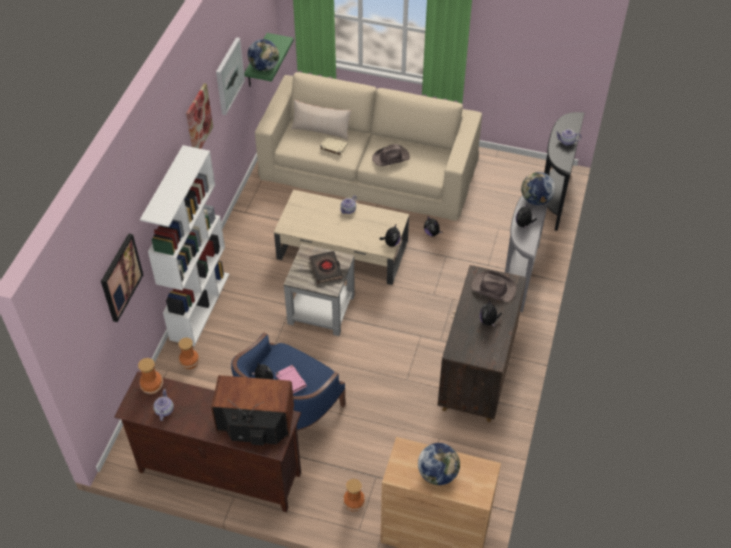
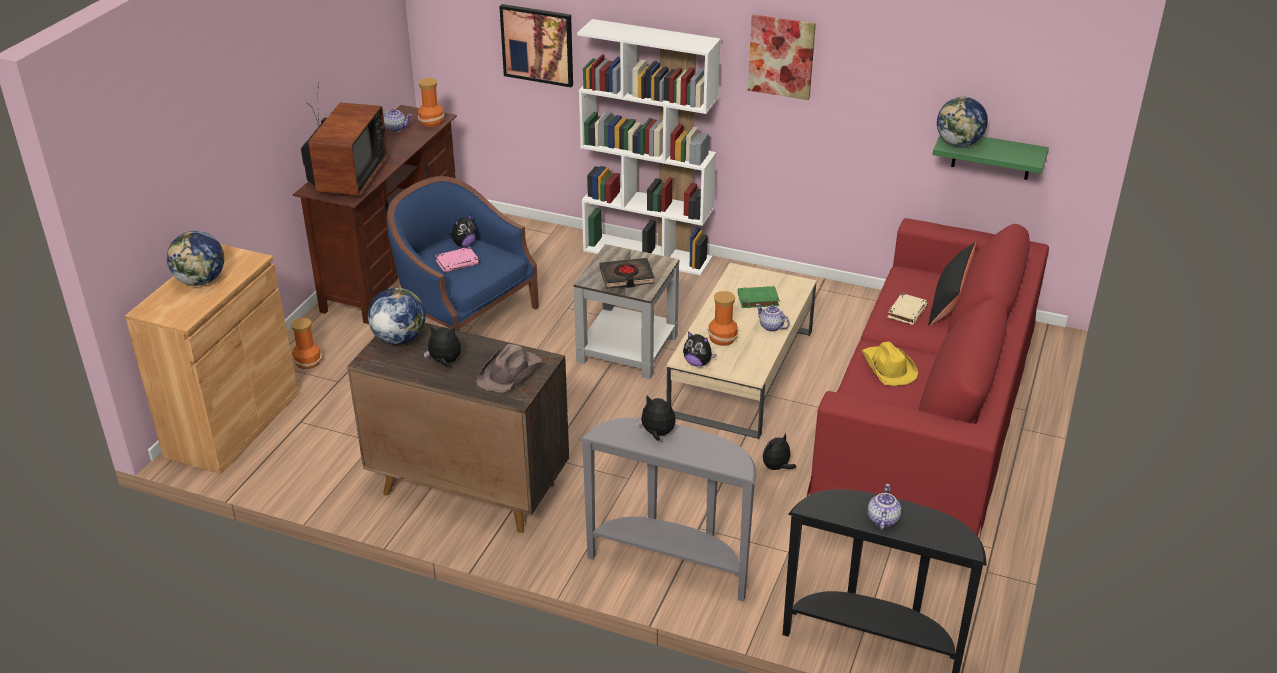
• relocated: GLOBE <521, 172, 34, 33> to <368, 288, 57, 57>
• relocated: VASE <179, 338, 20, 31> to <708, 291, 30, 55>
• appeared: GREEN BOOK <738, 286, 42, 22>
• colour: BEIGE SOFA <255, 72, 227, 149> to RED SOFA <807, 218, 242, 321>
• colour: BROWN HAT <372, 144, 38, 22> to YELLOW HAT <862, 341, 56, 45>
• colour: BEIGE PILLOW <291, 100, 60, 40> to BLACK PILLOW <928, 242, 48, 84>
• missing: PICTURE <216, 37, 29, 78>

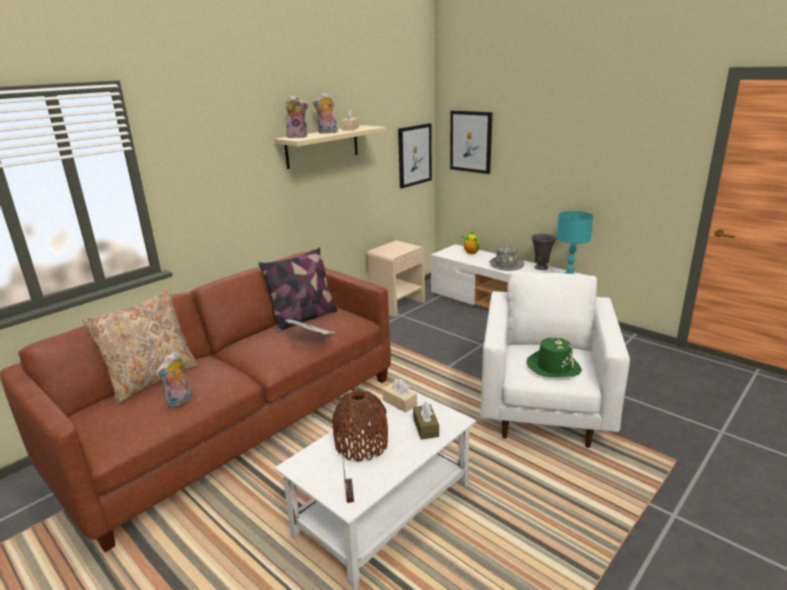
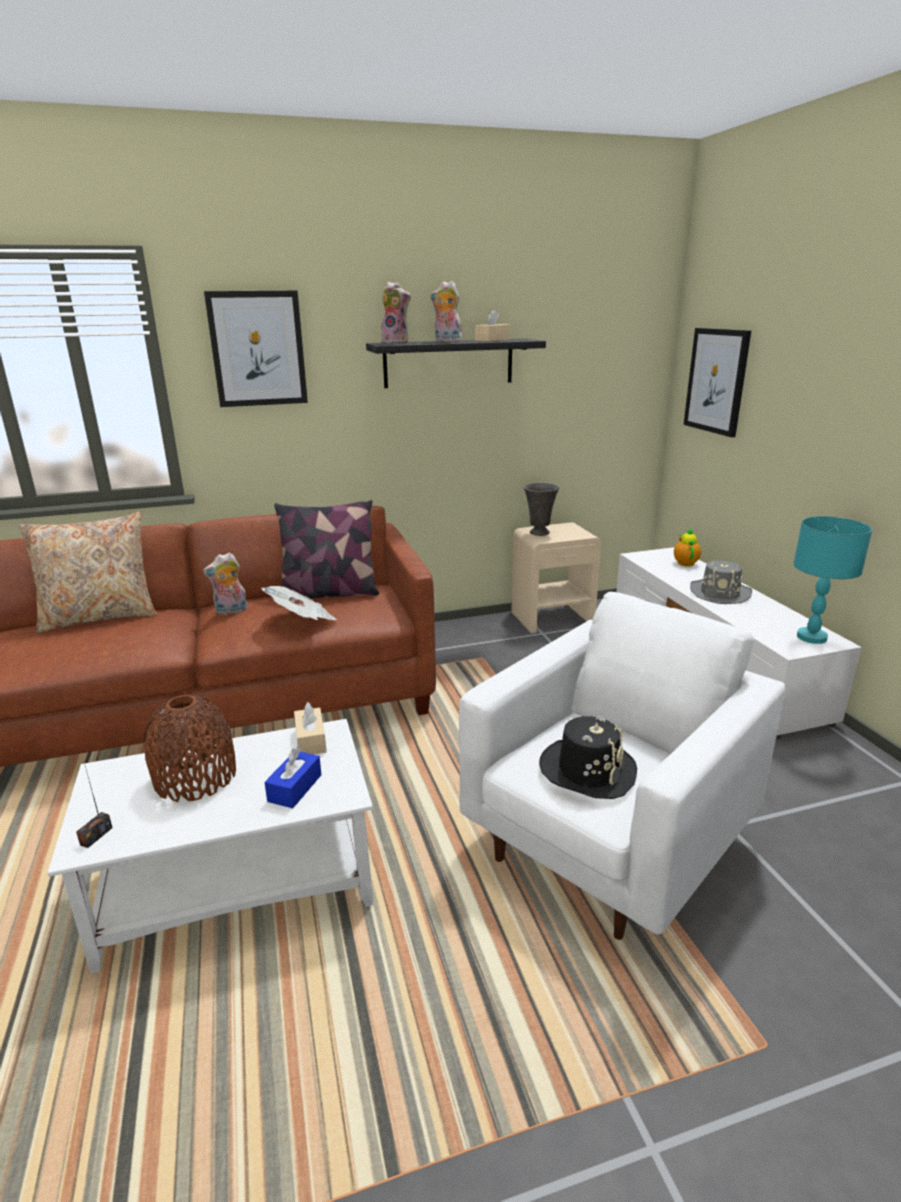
• relocated: PLUSH TOY <155, 351, 38, 56> to <203, 553, 45, 62>
• relocated: PICTURE <398, 123, 34, 65> to <204, 291, 104, 116>
• colour: BROWN TISSUE BOX <413, 402, 26, 38> to BLUE TISSUE BOX <264, 746, 58, 62>
• colour: BEIGE SHELF <274, 125, 112, 44> to BLACK SHELF <366, 339, 180, 49>
• relocated: GREY VASE <531, 234, 25, 36> to <524, 482, 35, 54>
• colour: GREEN HAT <527, 336, 55, 41> to BLACK HAT <539, 716, 98, 83>

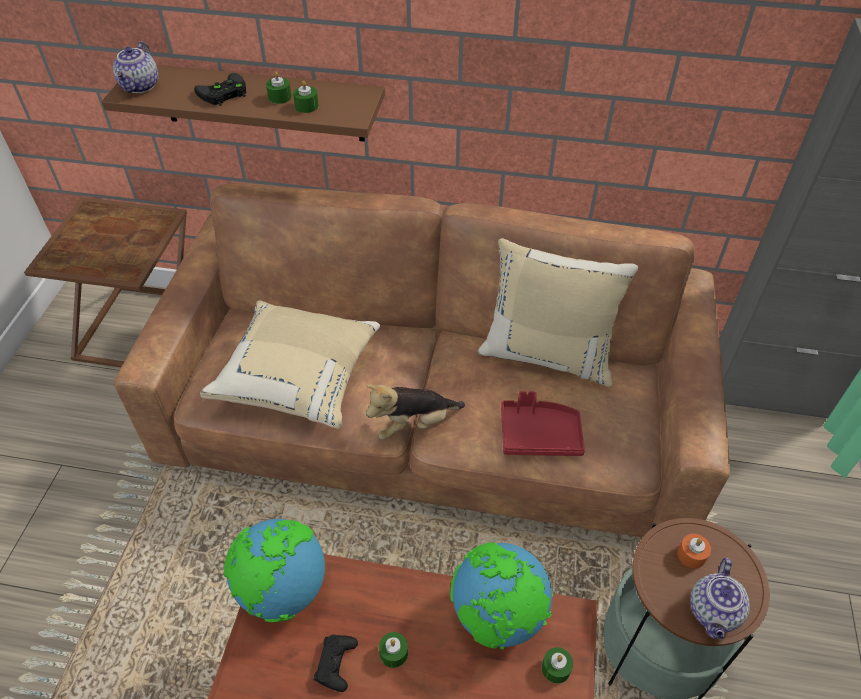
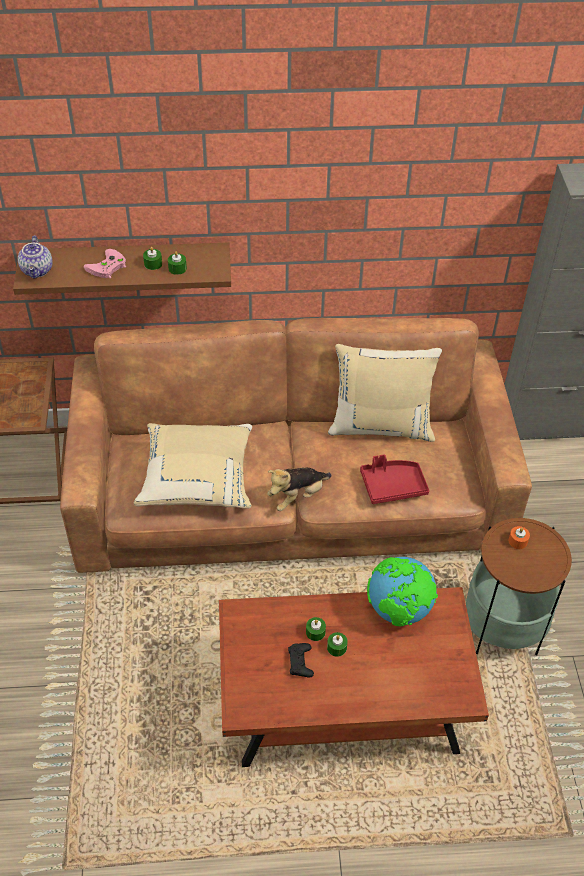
• colour: BLACK GAME CONTROLLER <194, 73, 52, 33> to PINK GAME CONTROLLER <84, 249, 42, 29>
• relocated: GREEN CANDLE <542, 647, 31, 37> to <306, 617, 20, 24>
• missing: GLOBE <224, 519, 101, 103>
• missing: TEAPOT <690, 558, 60, 82>

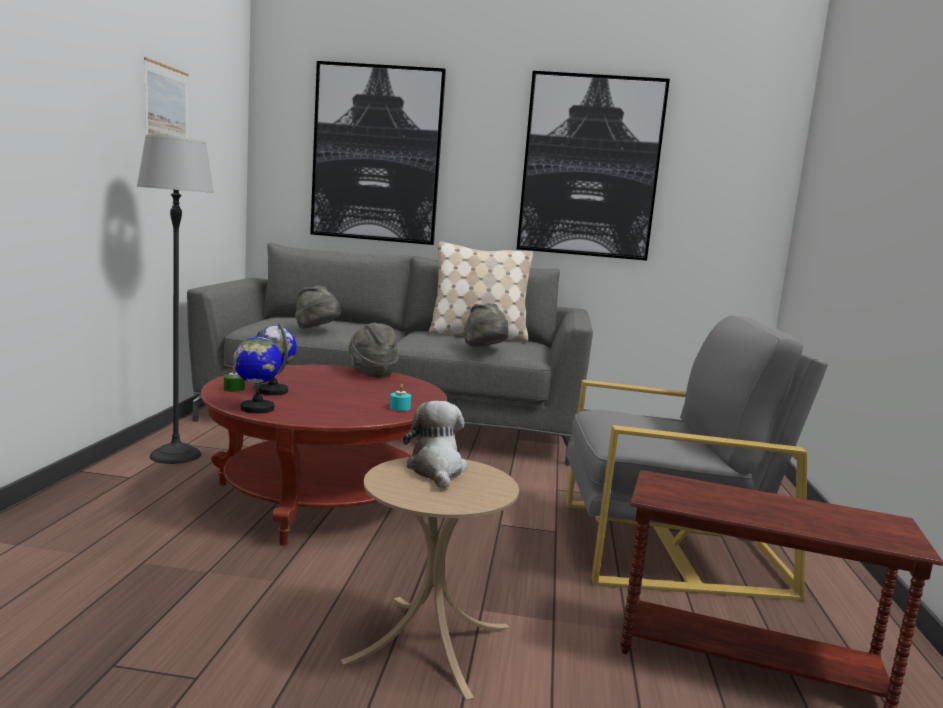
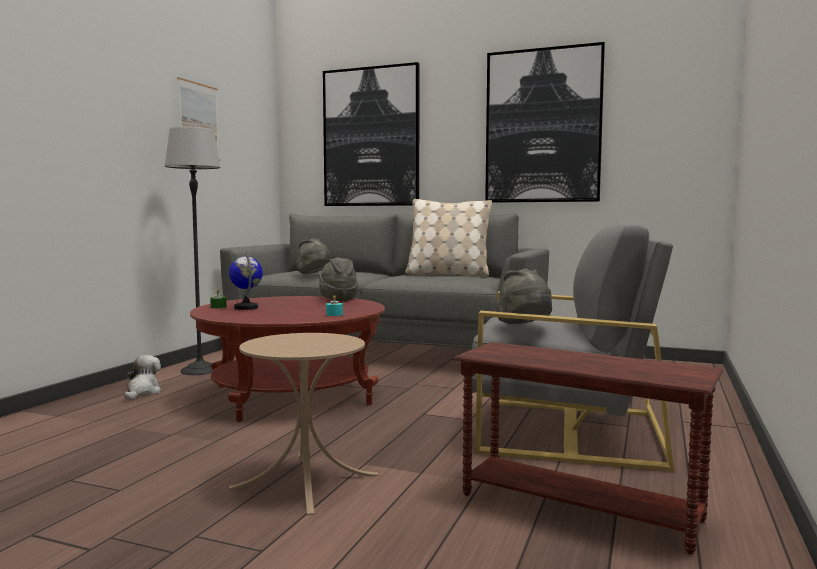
• relocated: PLUSH TOY <403, 401, 65, 88> to <124, 355, 37, 45>
• relocated: GREY HAT <464, 303, 45, 43> to <496, 269, 56, 55>
• missing: GLOBE <233, 329, 49, 84>

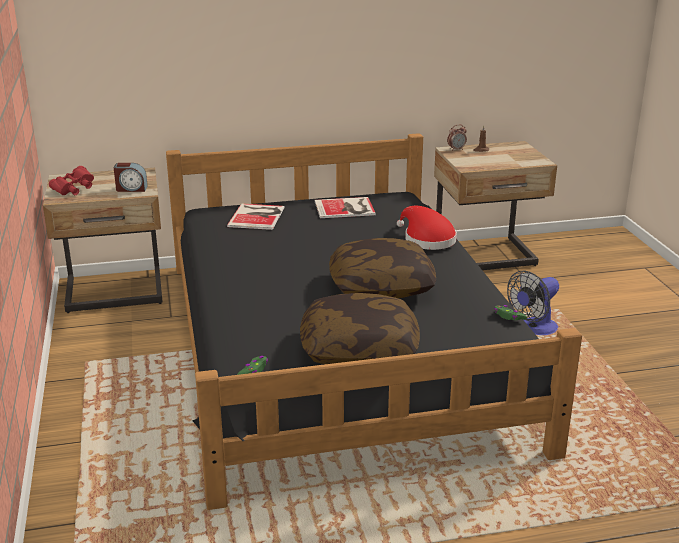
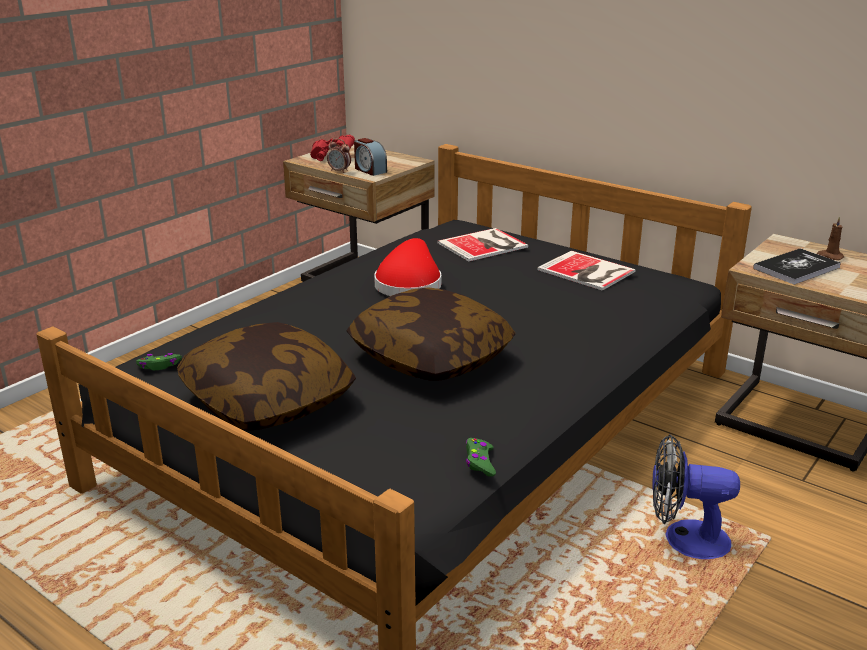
• relocated: ALARM CLOCK <447, 124, 20, 27> to <327, 139, 24, 34>
• relocated: RED HAT <397, 206, 60, 44> to <374, 238, 67, 58>
• appeared: BOOK <753, 248, 88, 37>

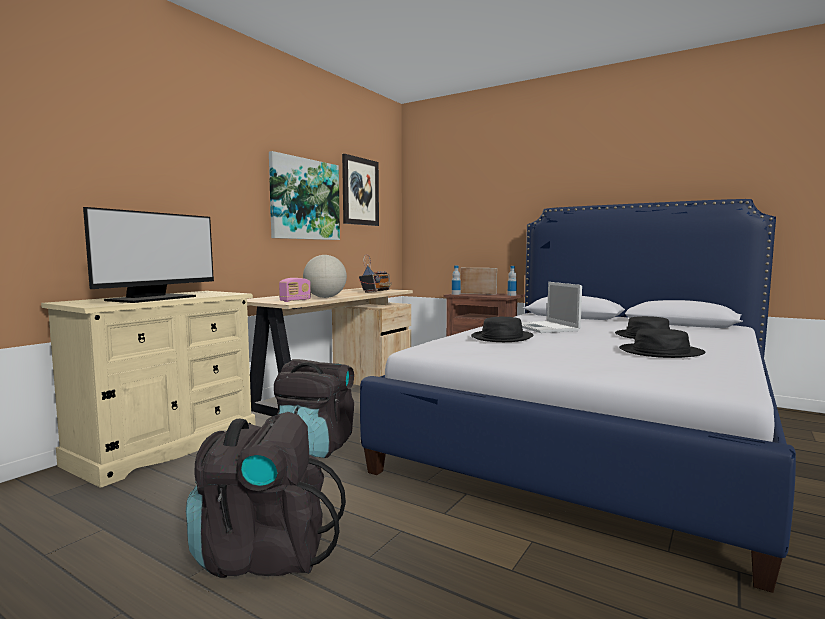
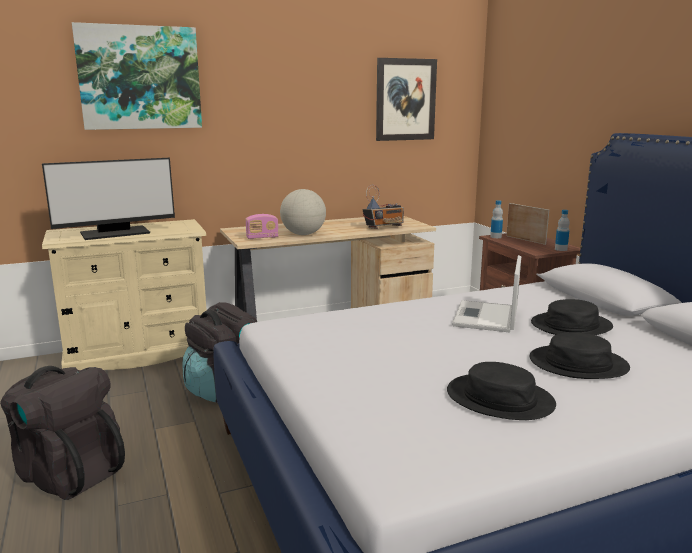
• relocated: PICTURE <269, 151, 71, 89> to <72, 22, 130, 108>
• relocated: BLACK HAT <471, 317, 62, 25> to <531, 299, 82, 36>

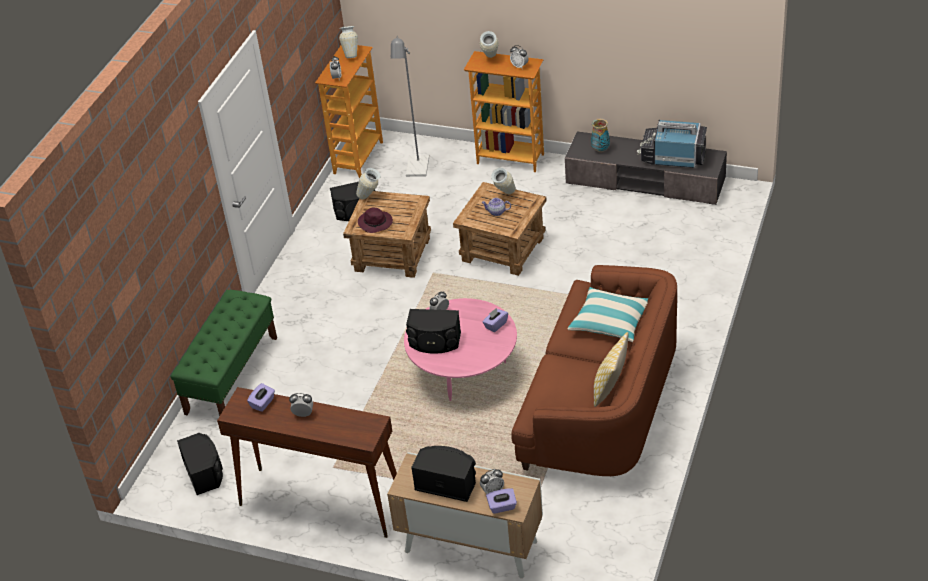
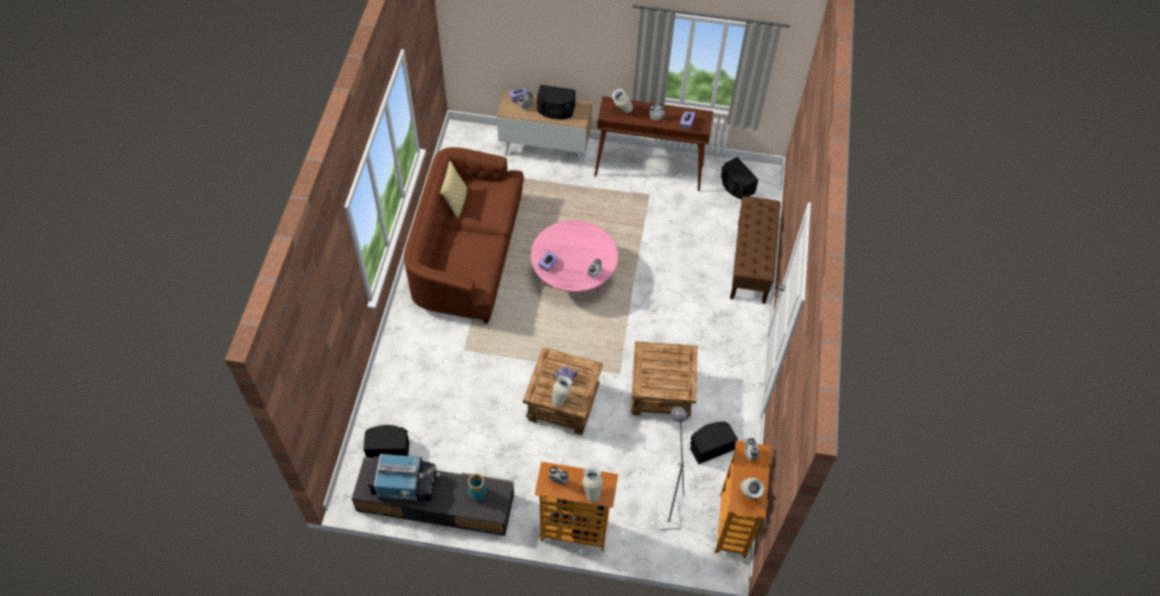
• relocated: BLACK SPEAKER <406, 309, 55, 45> to <363, 425, 46, 33>
• relocated: VASE <356, 168, 25, 31> to <612, 89, 21, 24>
• colour: GREEN BENCH <170, 290, 107, 126> to BROWN BENCH <730, 196, 51, 108>
• missing: PURPLE HAT <358, 208, 35, 25>
• missing: PILLOW <568, 287, 80, 55>

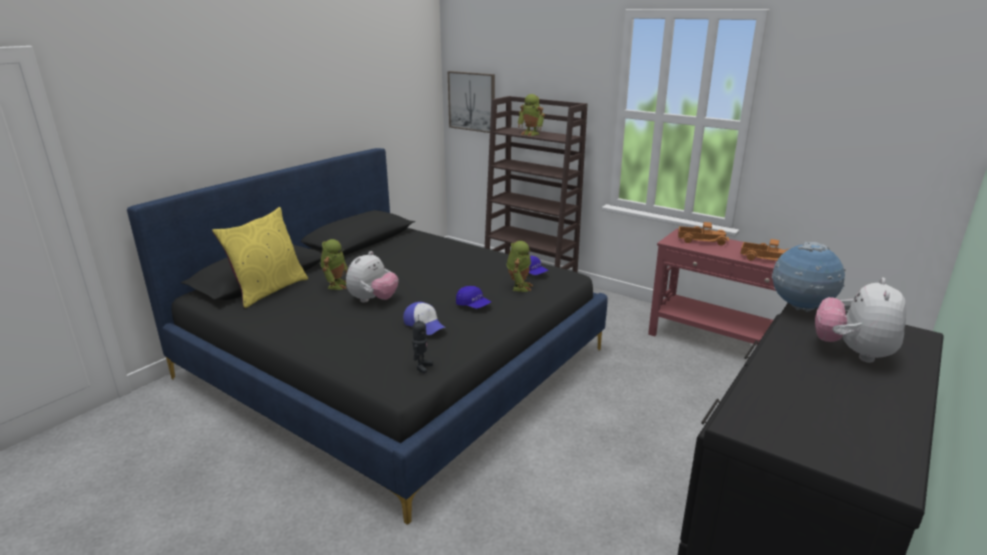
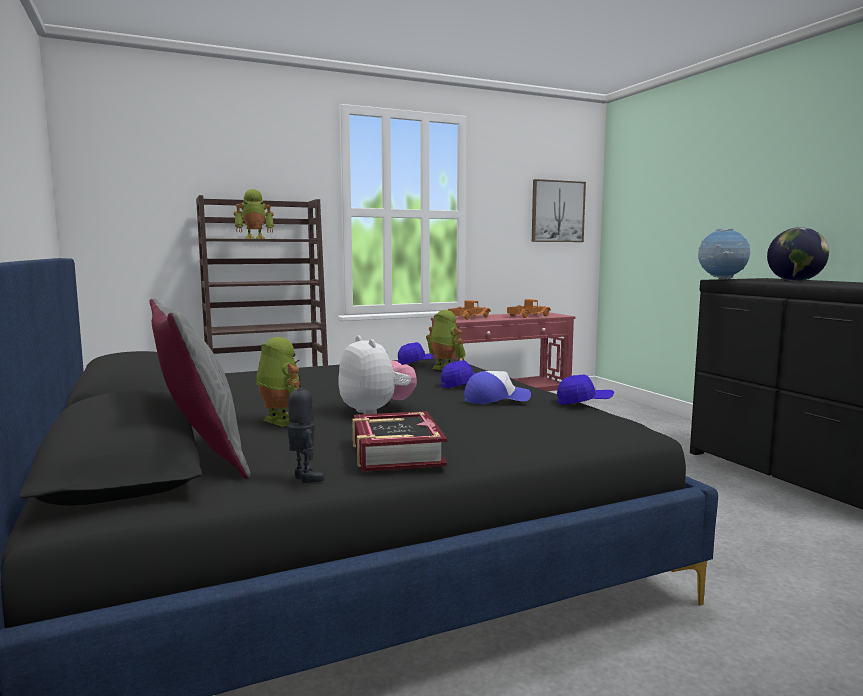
• colour: YELLOW PILLOW <212, 207, 96, 101> to GREY PILLOW <150, 298, 101, 181>
• relocated: TOY ROBOT <412, 315, 21, 58> to <287, 375, 37, 108>
• appeared: BOOK <352, 411, 95, 61>
• relocated: PICTURE <448, 71, 47, 62> to <532, 179, 54, 63>
• appeared: BLUE CAP <557, 375, 57, 30>
• exchanged: PLUSH TOY <815, 278, 91, 85> to GLOBE <767, 227, 62, 54>

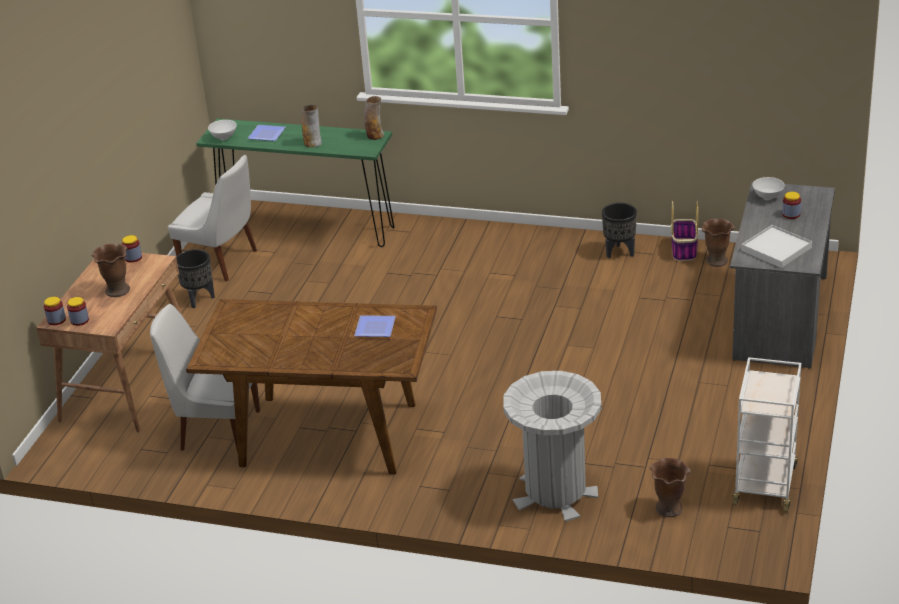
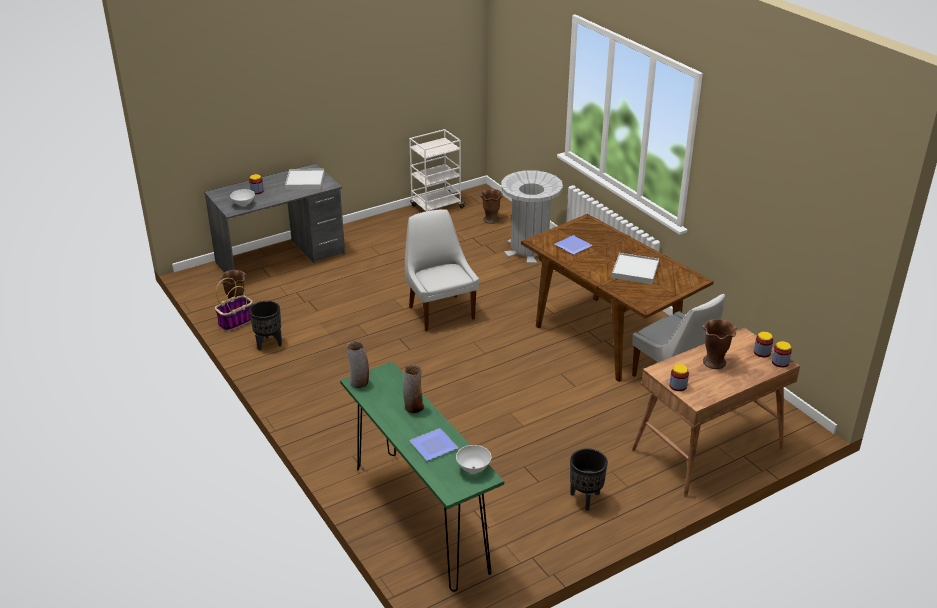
• relocated: WHITE CHAIR <168, 155, 89, 126> to <405, 209, 74, 122>
• appeared: WHITE TRAY <612, 253, 47, 31>

